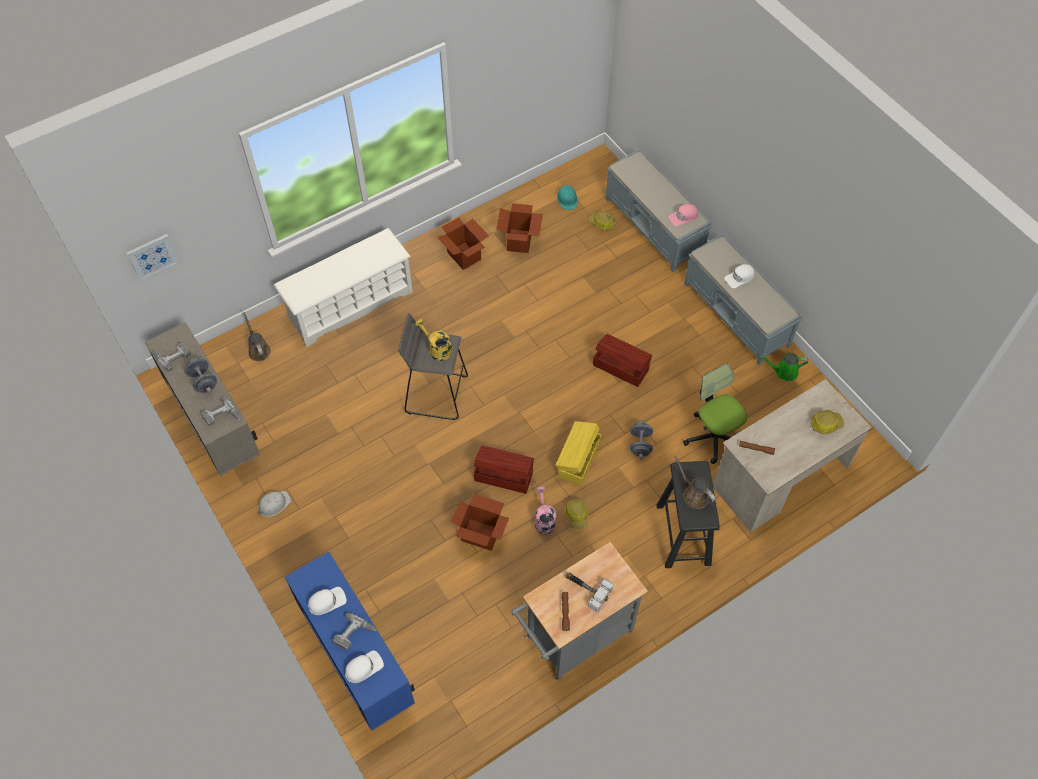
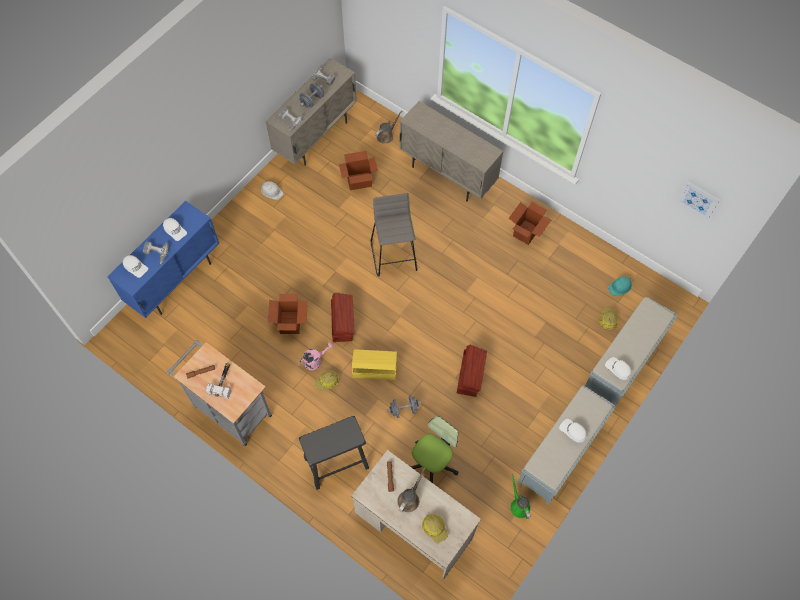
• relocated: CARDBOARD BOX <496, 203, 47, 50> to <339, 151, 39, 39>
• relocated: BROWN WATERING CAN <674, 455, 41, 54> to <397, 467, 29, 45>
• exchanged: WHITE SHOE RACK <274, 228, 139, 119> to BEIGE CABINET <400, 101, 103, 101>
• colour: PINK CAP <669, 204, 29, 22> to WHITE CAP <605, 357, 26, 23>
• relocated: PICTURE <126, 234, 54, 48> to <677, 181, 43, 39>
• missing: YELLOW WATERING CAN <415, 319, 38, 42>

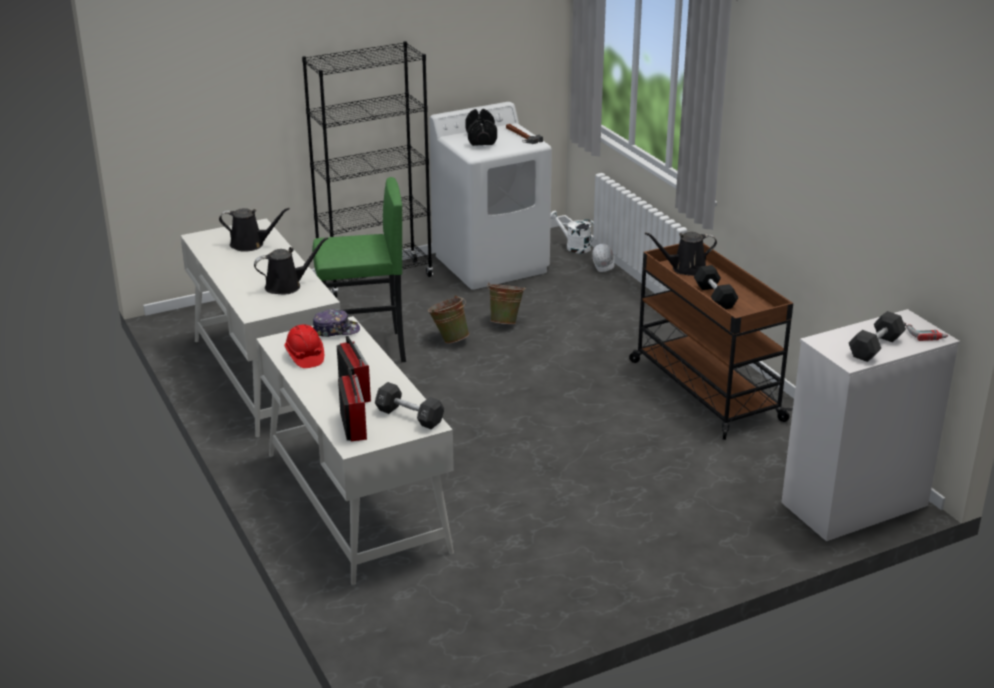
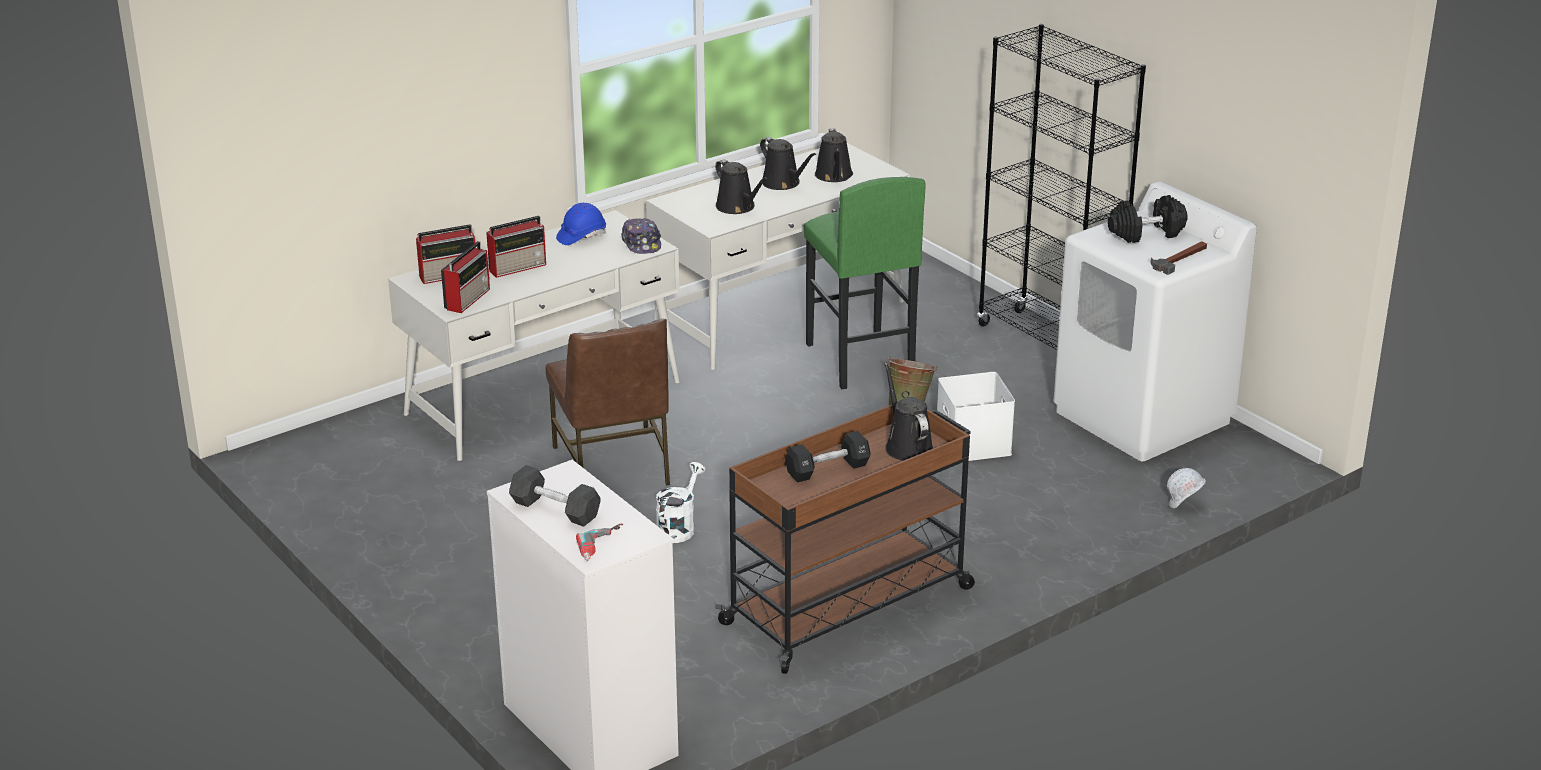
• exchanged: BLACK DUMBBELL <375, 382, 69, 47> to RADIO <441, 241, 49, 72>
• appeared: BROWN CHAIR <546, 319, 124, 167>
• colour: RED HARD HAT <284, 324, 40, 44> to BLUE HARD HAT <556, 203, 50, 42>
• relocated: WHITE WATERING CAN <551, 211, 43, 42> to <656, 462, 49, 81>
• appeared: BLACK WATERING CAN <760, 137, 56, 53>
• exchanged: GREEN BUCKET <487, 282, 39, 42> to WHITE STORAGE BOX <937, 372, 78, 89>

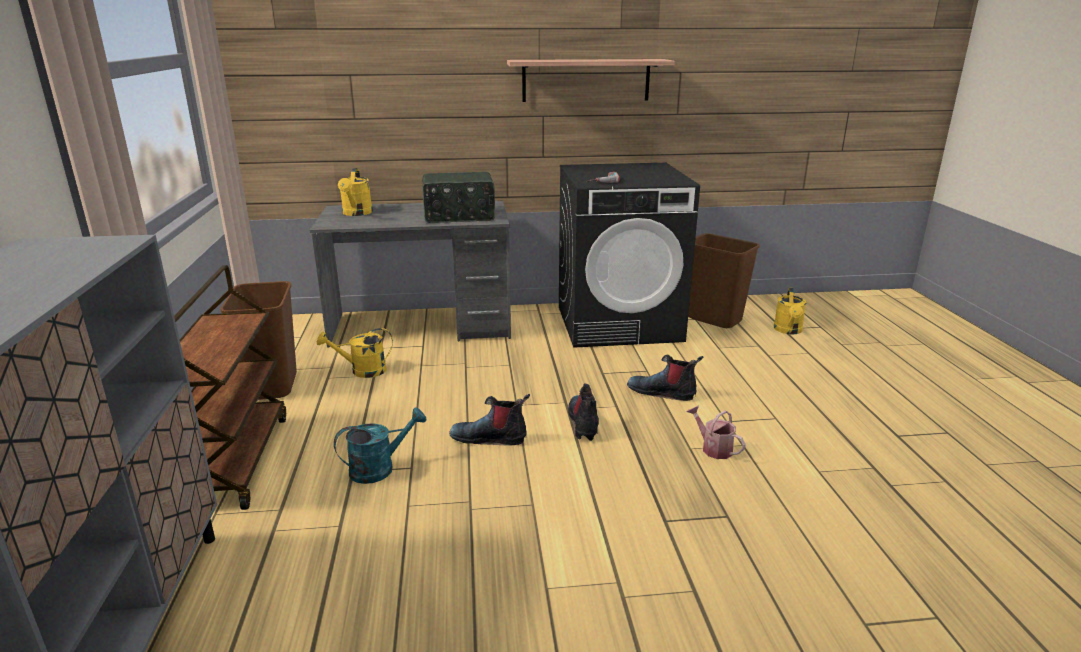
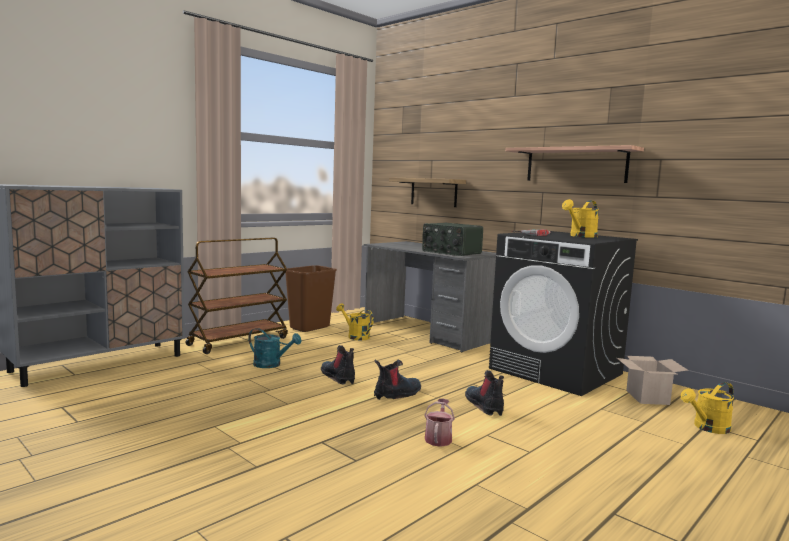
• appeared: SHELF <389, 177, 77, 30>
• relocated: YELLOW WATERING CAN <338, 168, 35, 48> to <562, 199, 37, 39>
• exchanged: BROWN TRASH CAN <688, 233, 72, 95> to CARDBOARD BOX <617, 356, 71, 49>

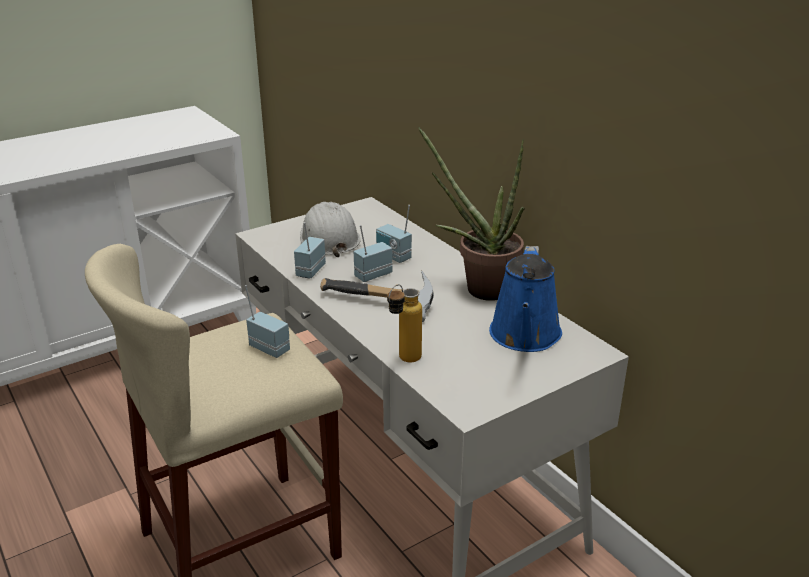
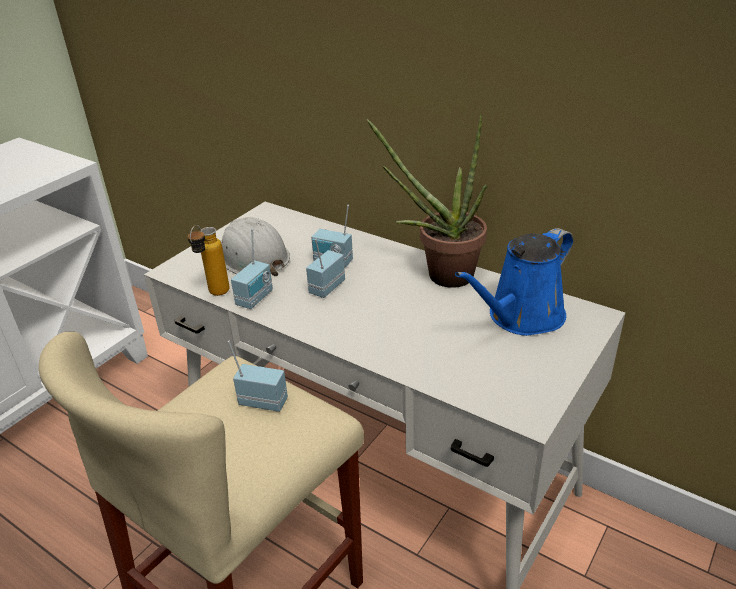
• relocated: BOTTLE <387, 284, 35, 79> to <188, 225, 42, 71>
• spun: RADIO <294, 222, 32, 57> = <231, 229, 42, 80> 150 degrees counterclockwise
• spun: BLUE WATERING CAN <489, 246, 73, 106> = <455, 228, 118, 108> 60 degrees clockwise
• missing: HAMMER <320, 270, 114, 52>

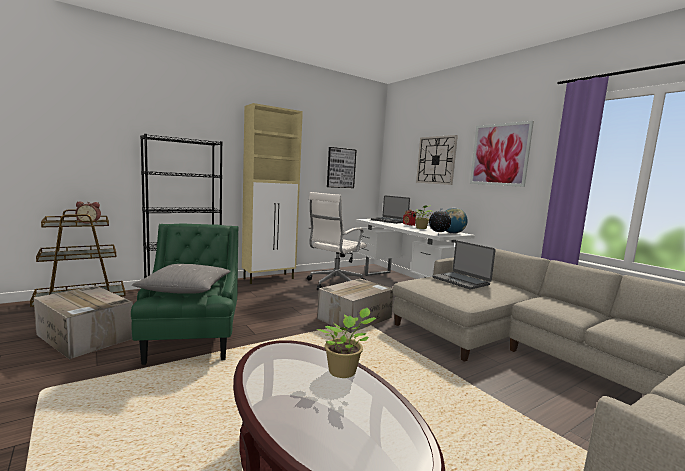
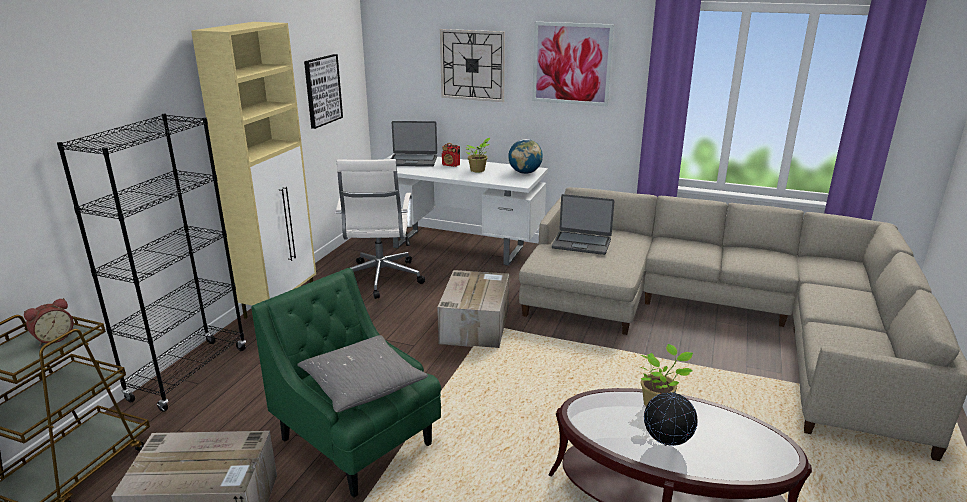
• relocated: GLOBE <429, 208, 22, 27> to <644, 391, 54, 55>

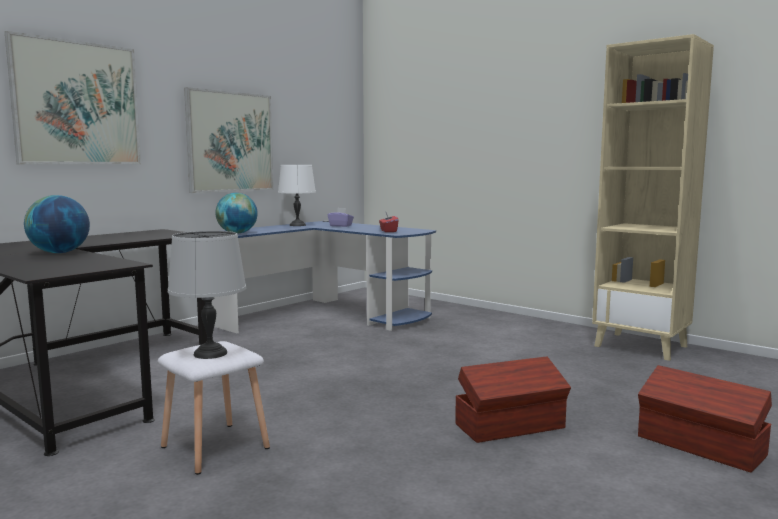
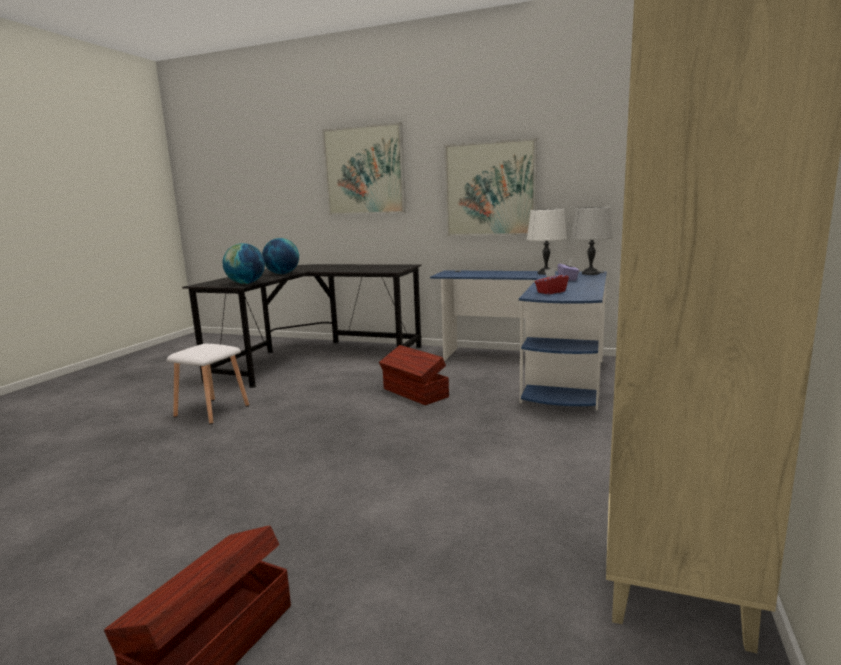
• relocated: GLOBE <215, 193, 43, 41> to <223, 243, 42, 41>
• relocated: BROWN STORAGE BOX <455, 357, 116, 86> to <379, 345, 70, 60>
• relocated: GREY TABLE LAMP <168, 231, 78, 128> to <571, 207, 43, 68>

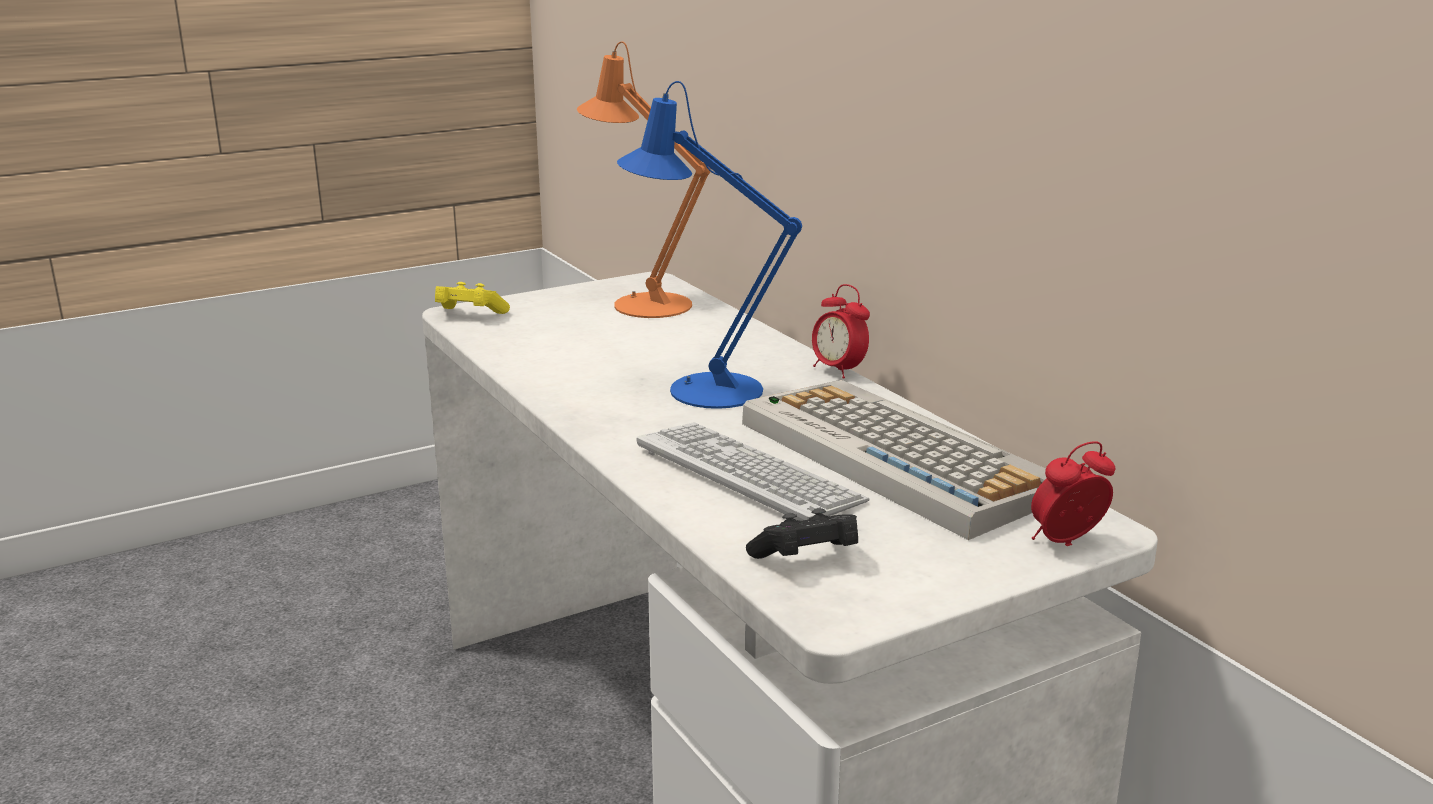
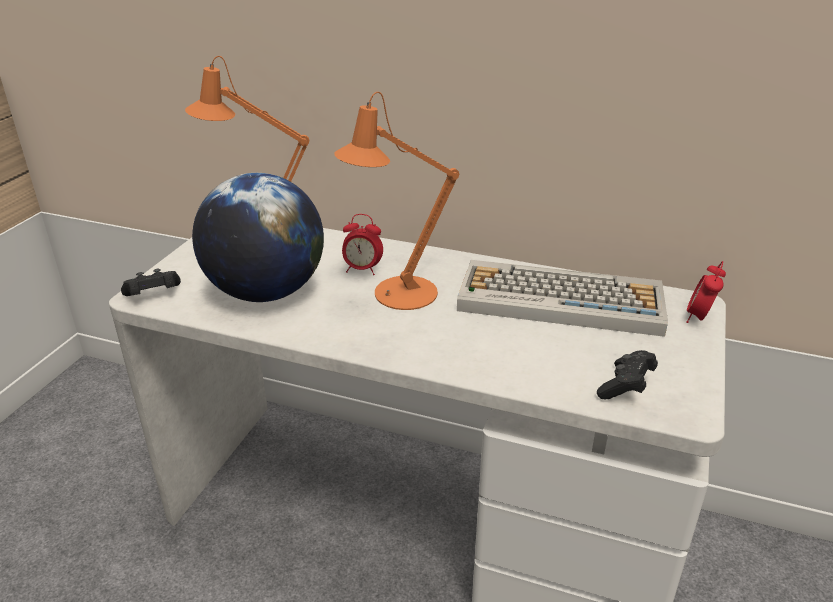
• colour: YELLOW GAME CONTROLLER <435, 282, 75, 32> to BLACK GAME CONTROLLER <121, 269, 60, 27>
• appeared: GLOBE <192, 173, 132, 129>
• colour: BLUE TABLE LAMP <617, 81, 185, 328> to ORANGE TABLE LAMP <334, 92, 125, 218>
• relocated: ALARM CLOCK <812, 284, 58, 95> to <342, 214, 41, 61>
• missing: KEYBOARD <637, 422, 233, 99>

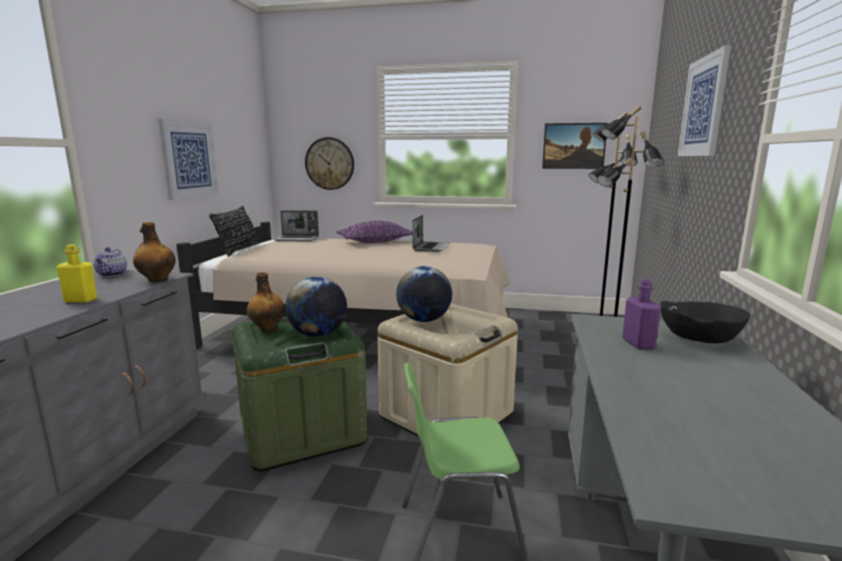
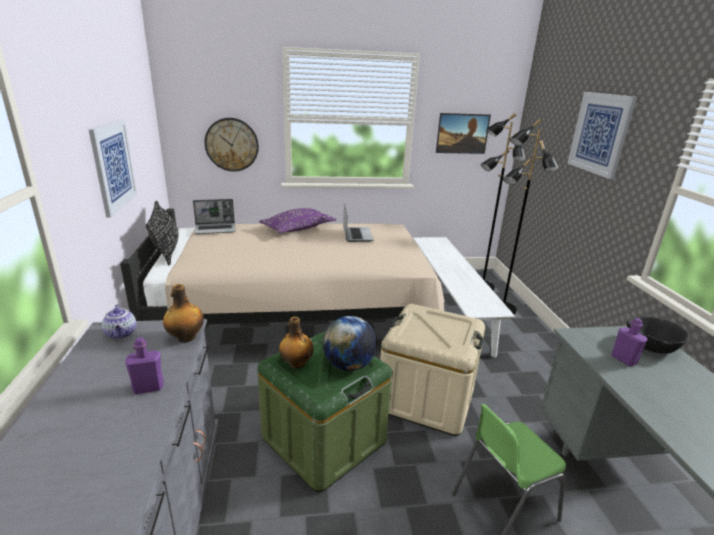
• colour: YELLOW BOTTLE <56, 244, 41, 59> to PURPLE BOTTLE <125, 337, 39, 57>
• appeared: WHITE BENCH <413, 237, 102, 121>
• missing: GLOBE <396, 266, 56, 56>

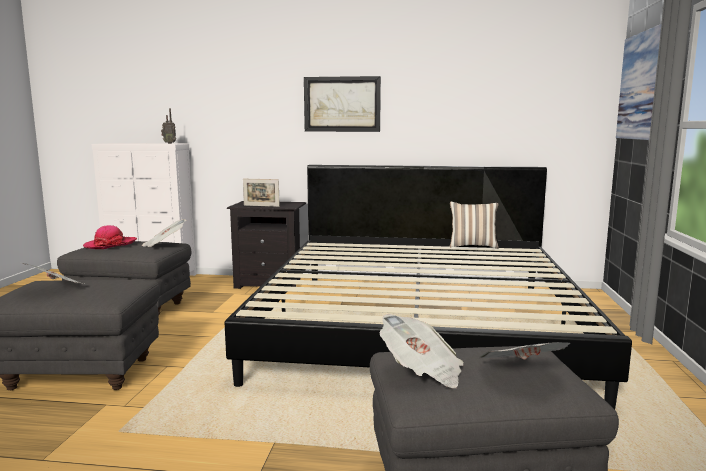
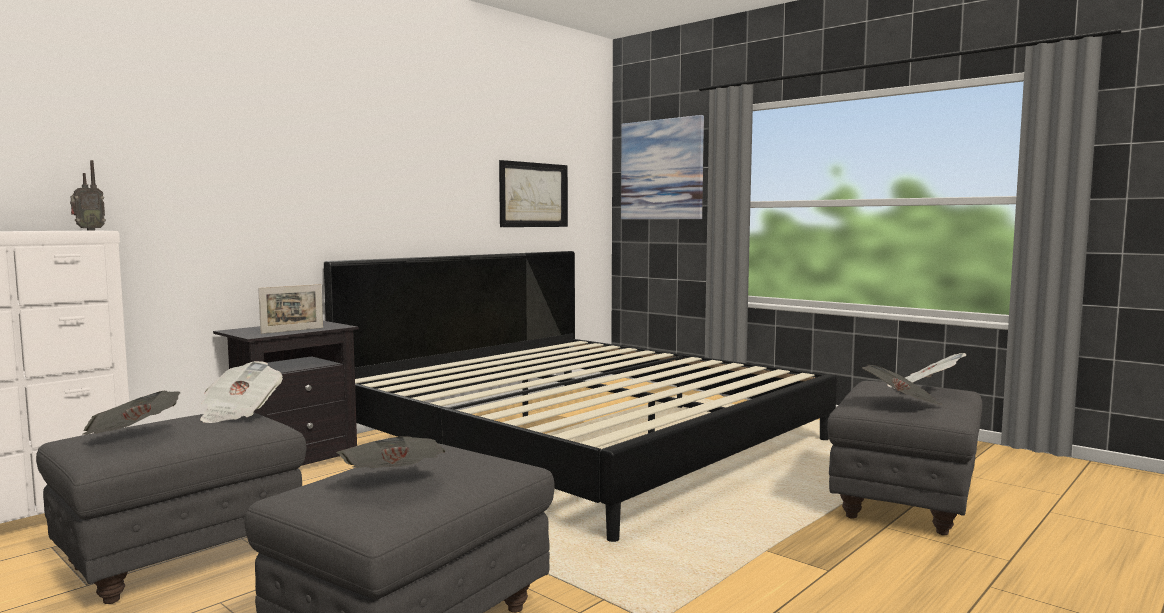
• exchanged: HAT <83, 225, 54, 24> to NEWSPAPER <82, 391, 98, 44>
• relocated: PICTURE <304, 76, 77, 56> to <499, 160, 69, 67>
• missing: PILLOW <450, 202, 49, 47>

